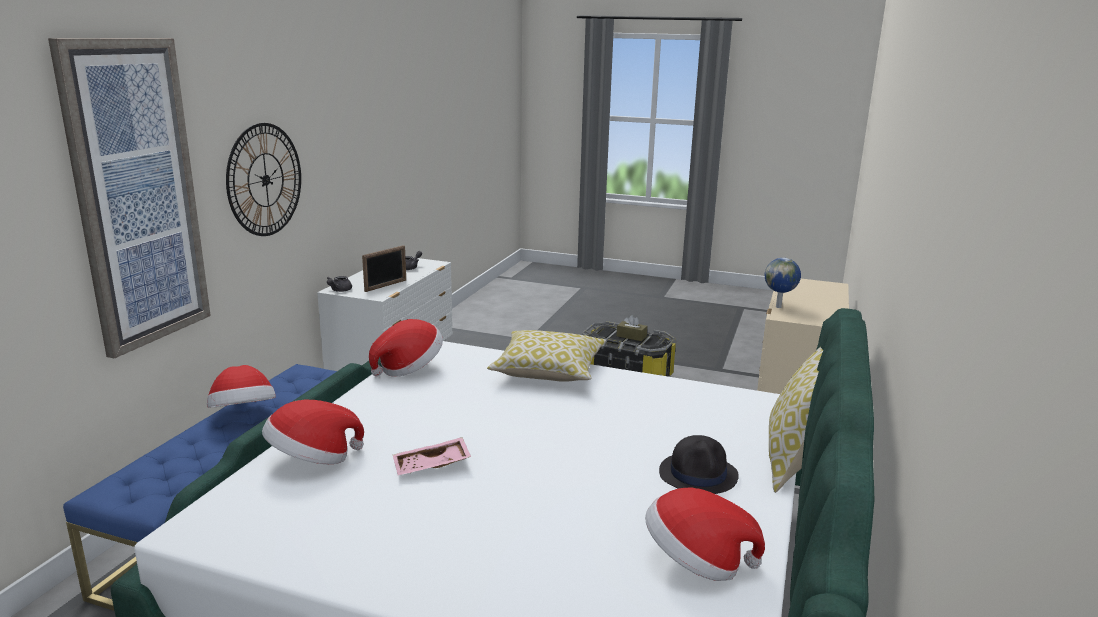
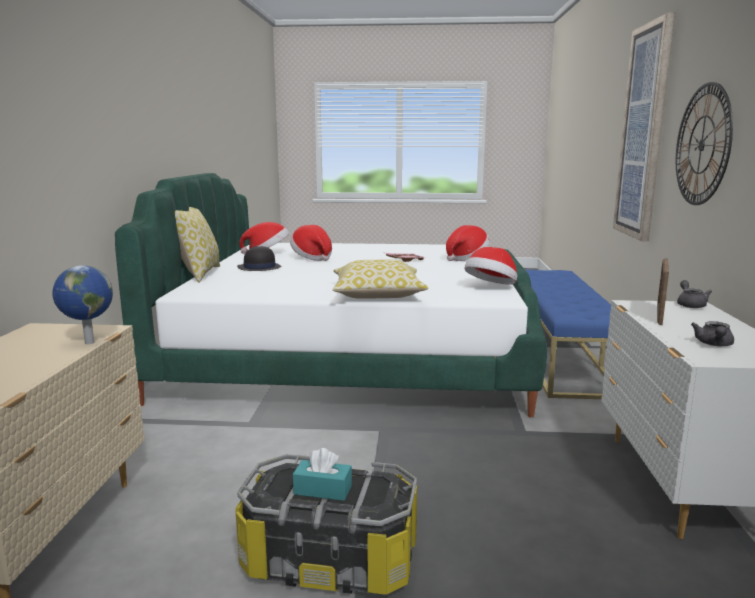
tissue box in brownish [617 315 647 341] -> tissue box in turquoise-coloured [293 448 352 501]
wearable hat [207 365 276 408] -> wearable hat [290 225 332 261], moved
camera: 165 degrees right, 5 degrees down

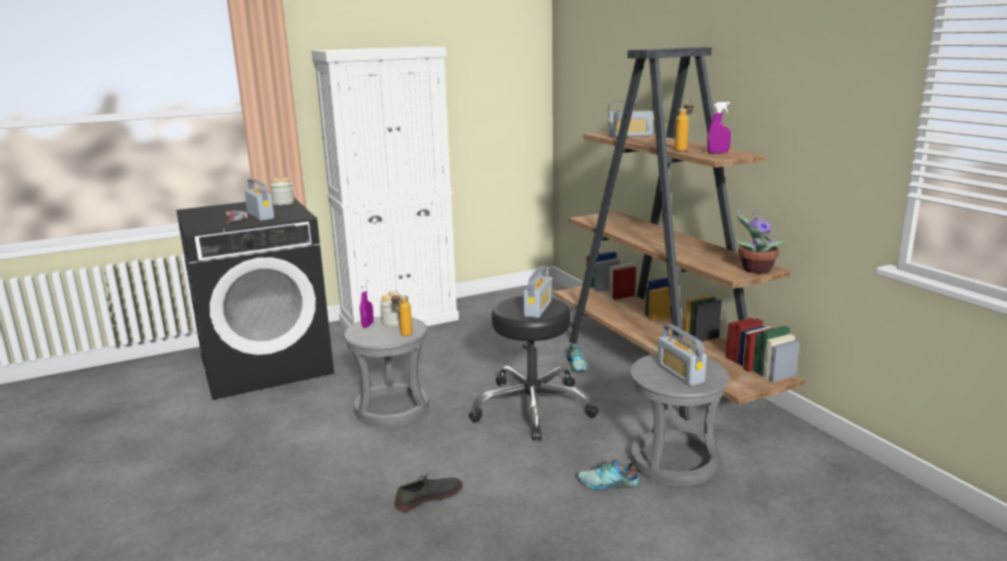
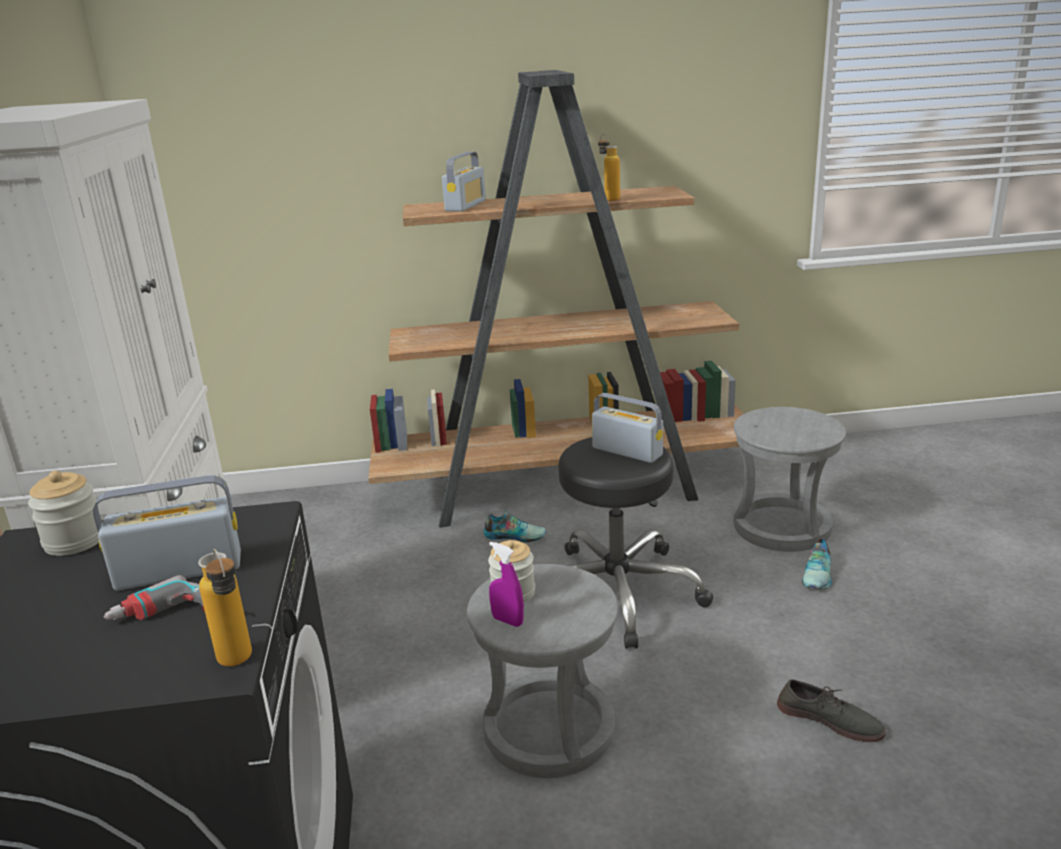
hand sprayer in purple [707 102 731 153] -> none
potted plant [734 209 786 274] -> none
beverage bottle [391 291 413 336] -> beverage bottle [198 549 252 666], moved
radio receiver [657 324 707 386] -> none
item of footwear in grey [395 473 463 512] -> item of footwear in grey [777 679 886 742], 135 degrees clockwise
camera: 70 degrees left, 5 degrees up

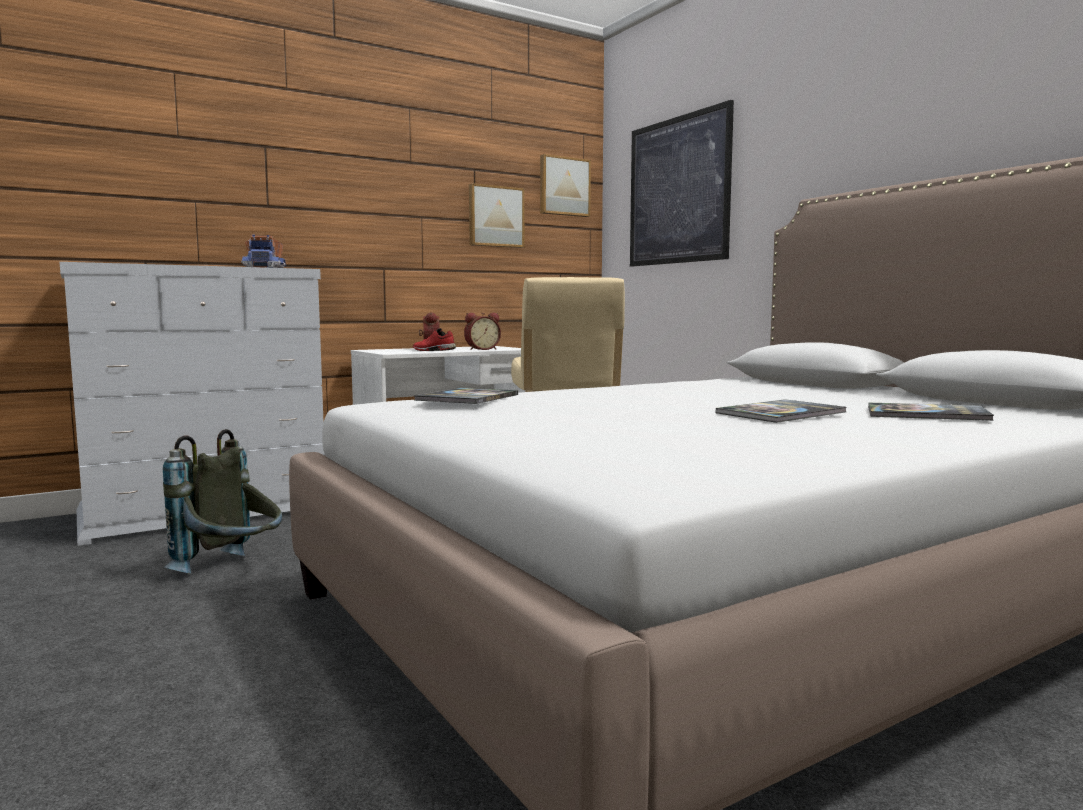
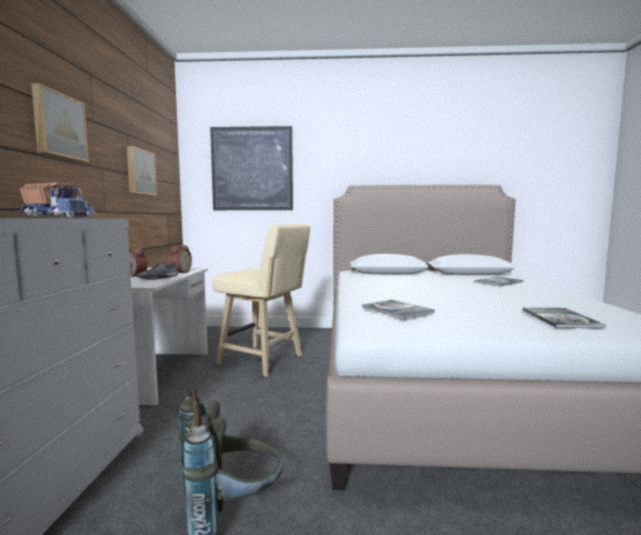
picture [540 154 591 217] -> picture [31 83 89 162], moved
item of footwear in red-coloured [413 328 456 351] -> item of footwear in grey [136 260 178 280]
bound book [716 399 846 423] -> bound book [523 308 606 328], moved
camera: 55 degrees left, 0 degrees up

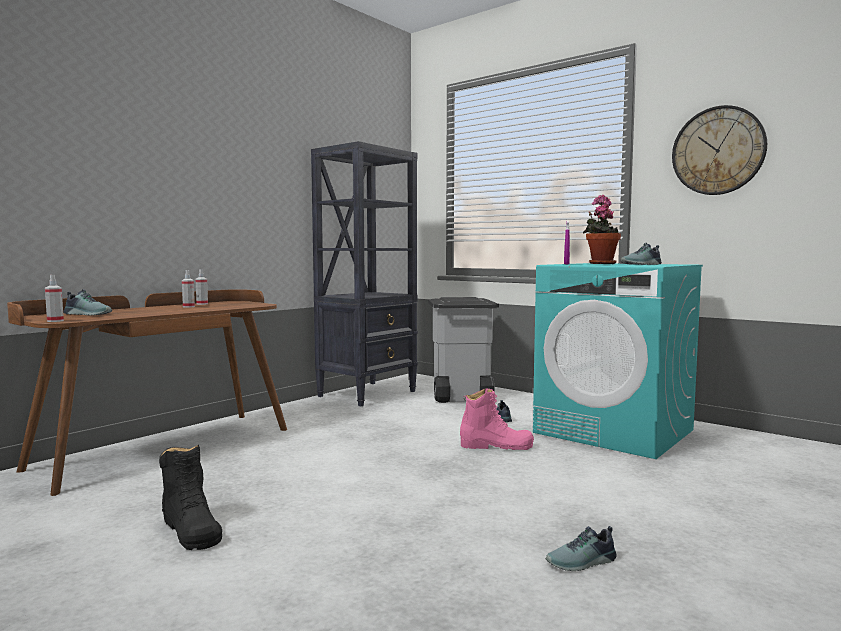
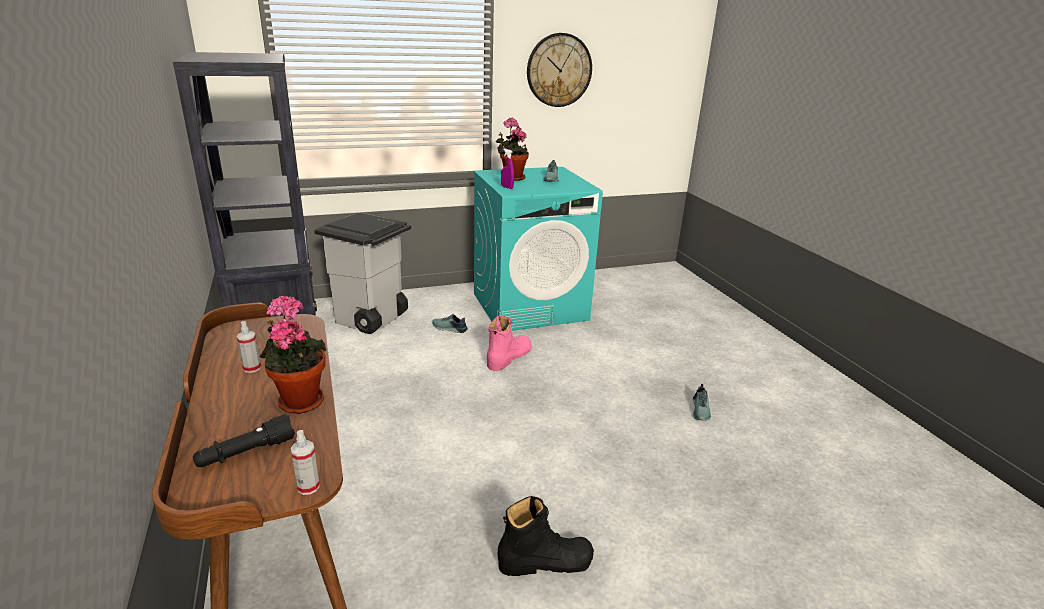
hand sprayer [196 269 208 305] -> none
item of footwear [64 289 112 315] -> flashlight in blackish [193 414 295 467]
none -> potted plant [259 296 327 414]
camera: 60 degrees left, 20 degrees up

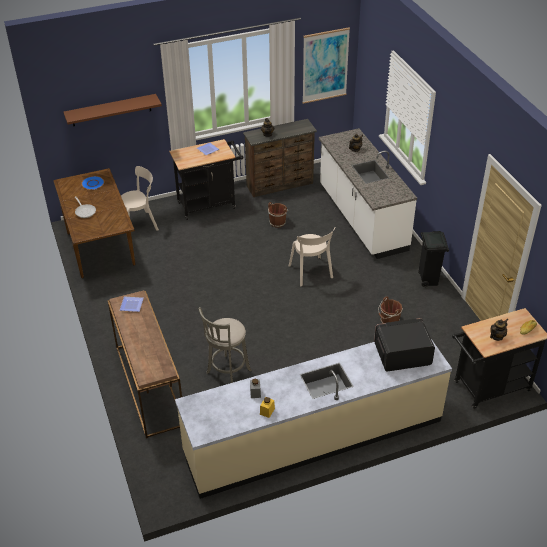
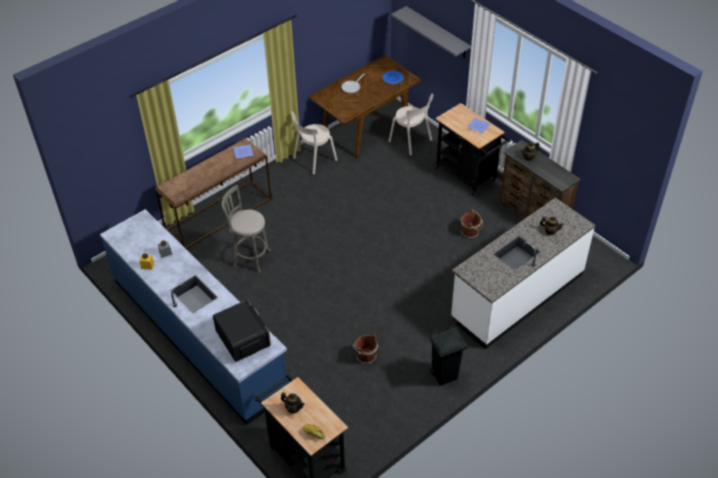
picture [302 27 350 104] -> none
shelf in brownish [63 94 162 127] -> shelf in grey [391 6 471 58]
plain chair in sand-coloured [289 228 335 286] -> plain chair in sand-coloured [291 111 337 174], moved
kitchen base unit in sand-coloured [175 339 452 499] -> kitchen base unit in blue [100 209 287 425]
camera: 70 degrees right, 5 degrees up

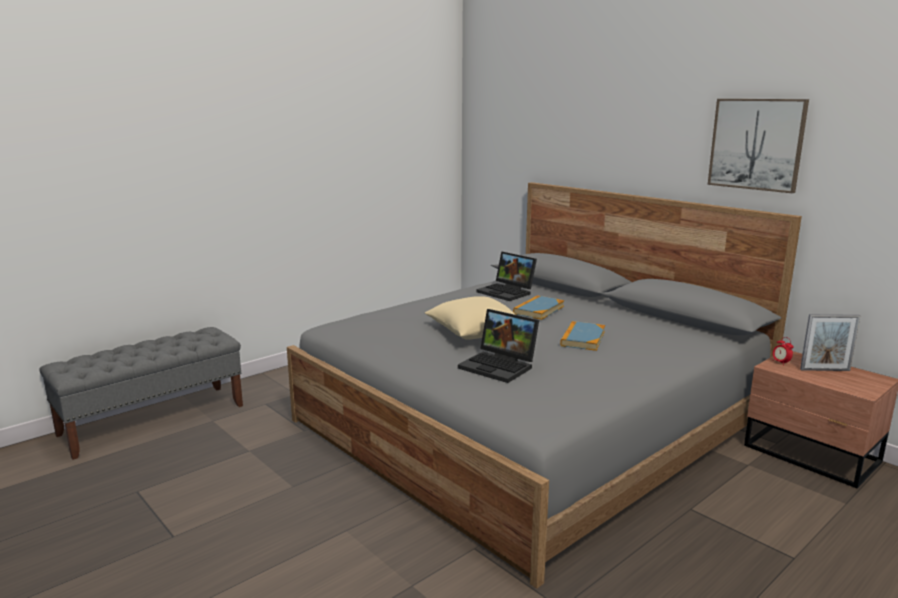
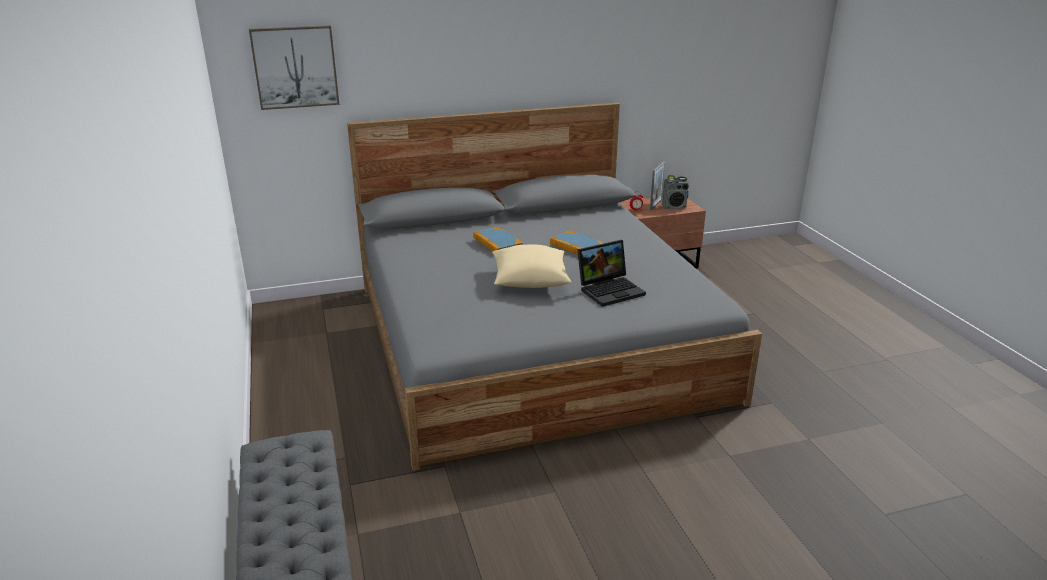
picture [708 99 809 193] -> picture [249 25 340 110], moved
portable computer [476 252 537 301] -> none
none -> radio receiver [662 175 689 209]
camera: 65 degrees left, 10 degrees up

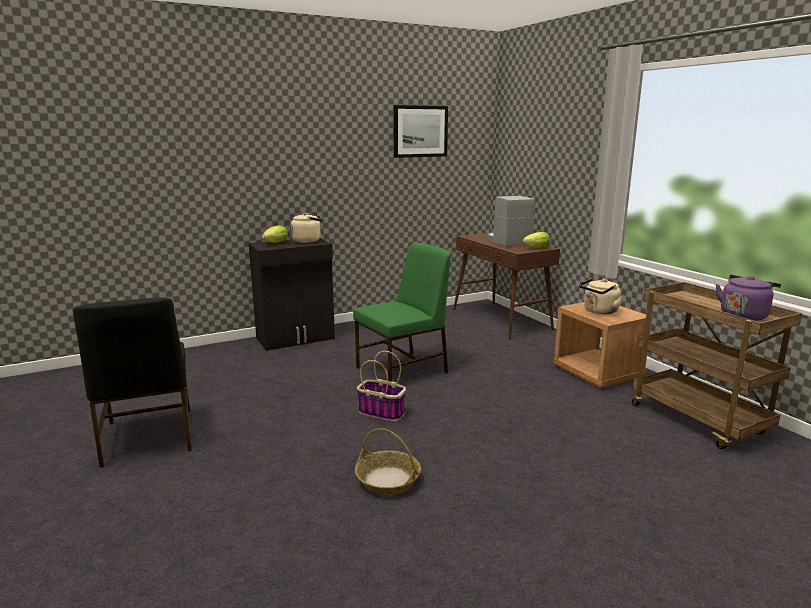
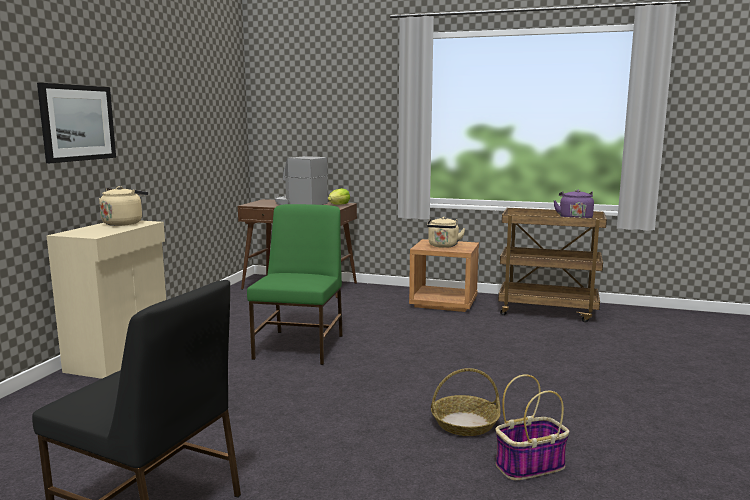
picture [393 105 448 158] -> picture [37 83 116 163], moved
lettuce head [262 225 288 243] -> none
cupboard in blackish [249 238 335 351] -> cupboard in sand-coloured [46 220 166 379]
household basket [357 351 406 421] -> household basket [496 374 570 480], moved
camera: 45 degrees left, 5 degrees down

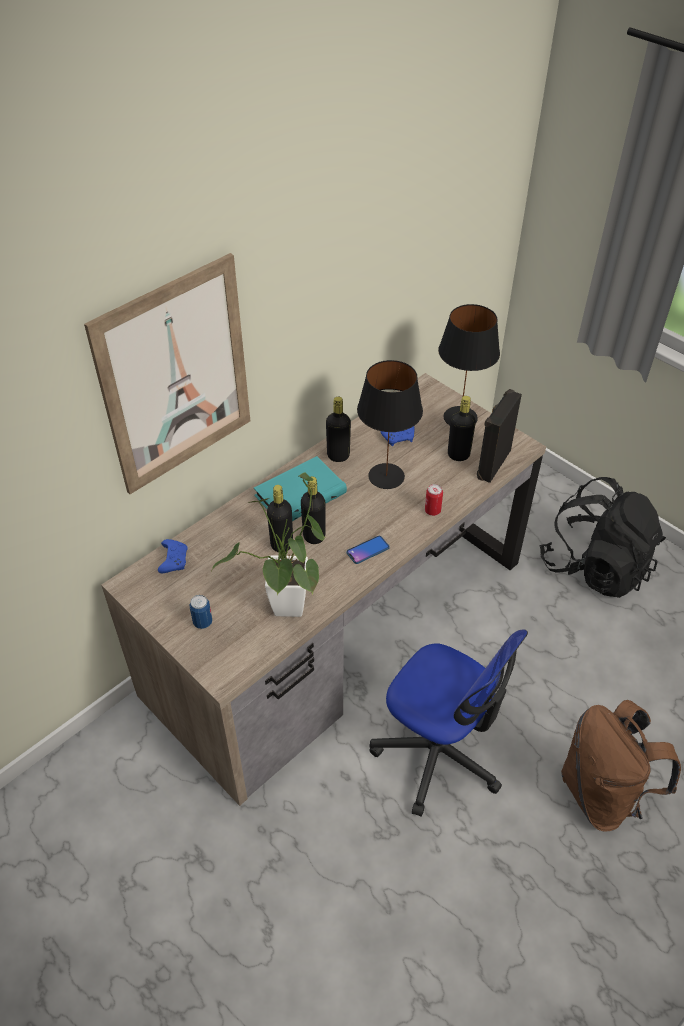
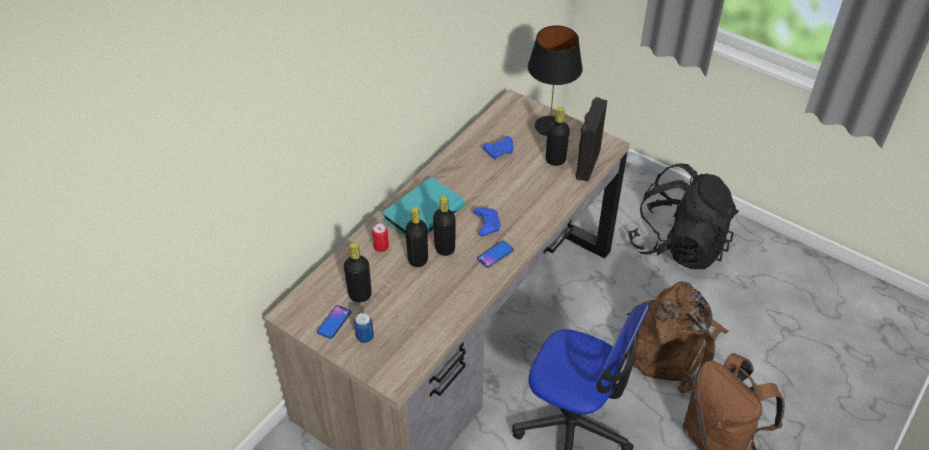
picture [84 253 250 494] -> none
table lamp in blackish [357 360 423 489] -> none
beverage bottle in blackish [326 397 351 462] -> beverage bottle in blackish [344 243 372 302], moved
potted plant [212 472 325 617] -> none
metal can [425 484 443 516] -> metal can [372 223 389 252], moved
joypad in blue [158 539 188 573] -> joypad in blue [473 208 501 236], moved
none -> knapsack in brownish [627 281 729 393]
none -> telephone [317 305 351 339]
camera: 10 degrees left, 0 degrees up

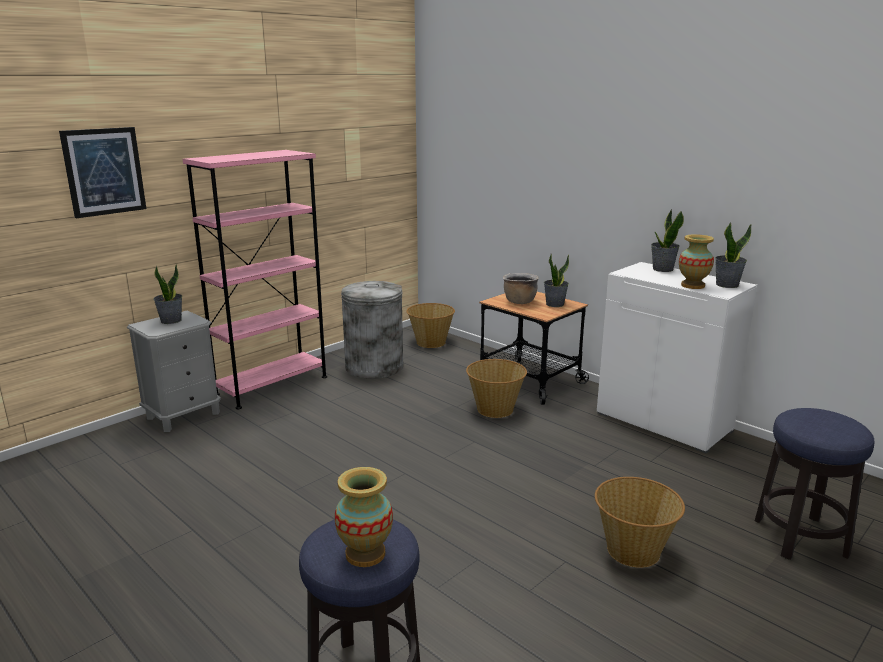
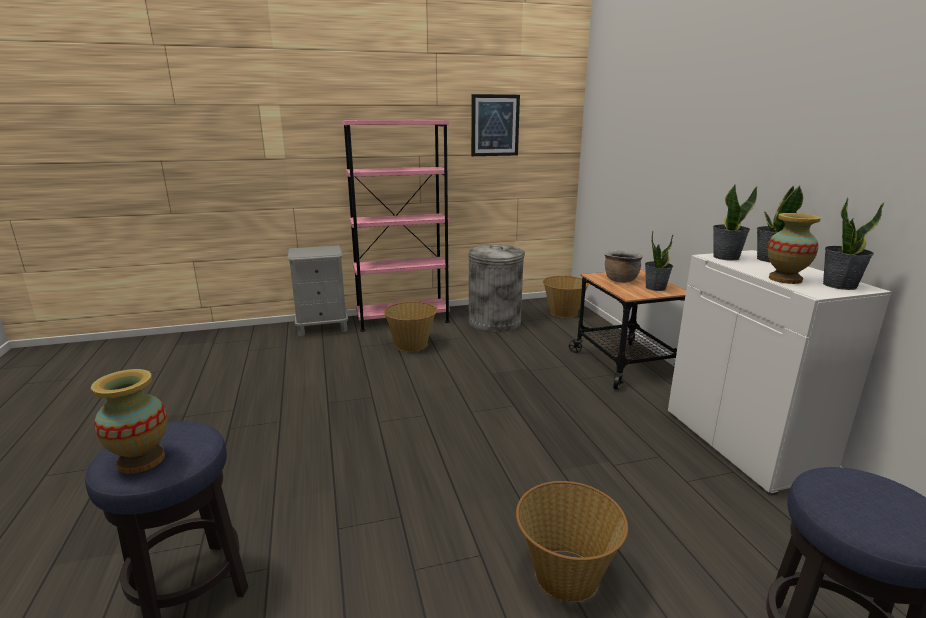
picture [59 127 146 218] -> picture [471 94 520 156], moved
potted plant [153 264 182 324] -> potted plant [713 184 758 261], moved
household basket [466 359 527 418] -> household basket [384 301 438 352], moved
camera: 30 degrees right, 0 degrees up

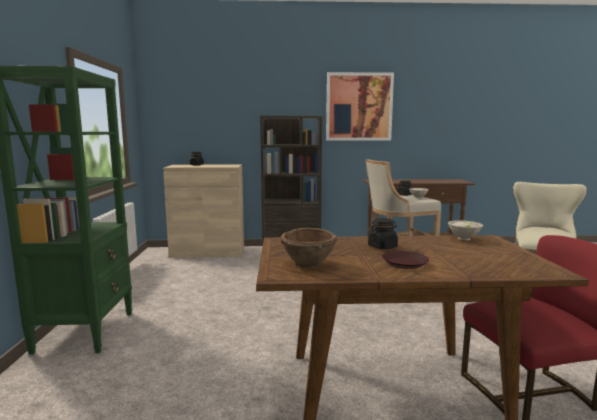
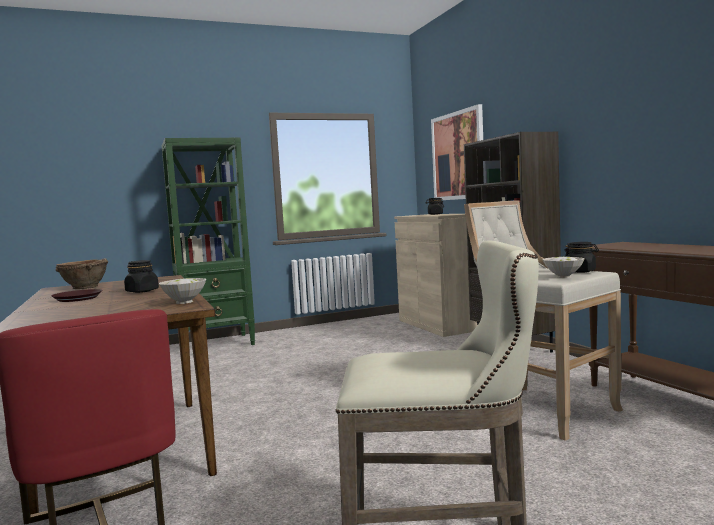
picture [326 72 394 141] -> picture [431 104 483 200], moved
camera: 70 degrees right, 5 degrees down

